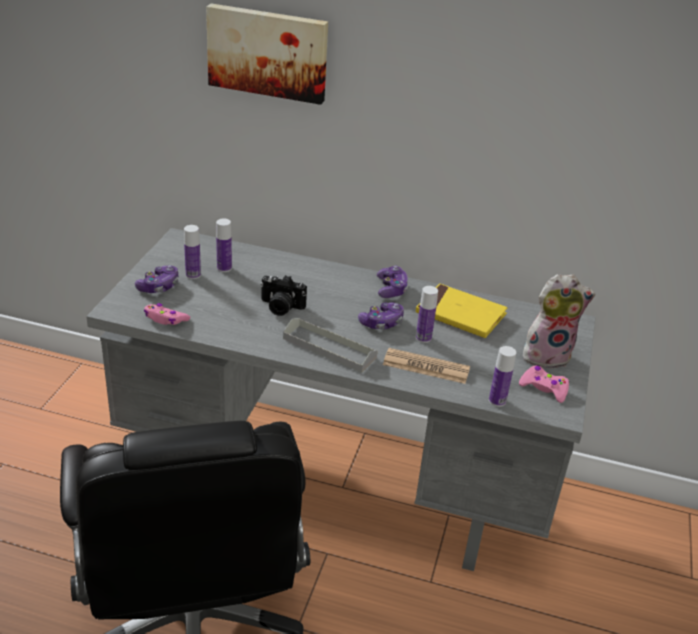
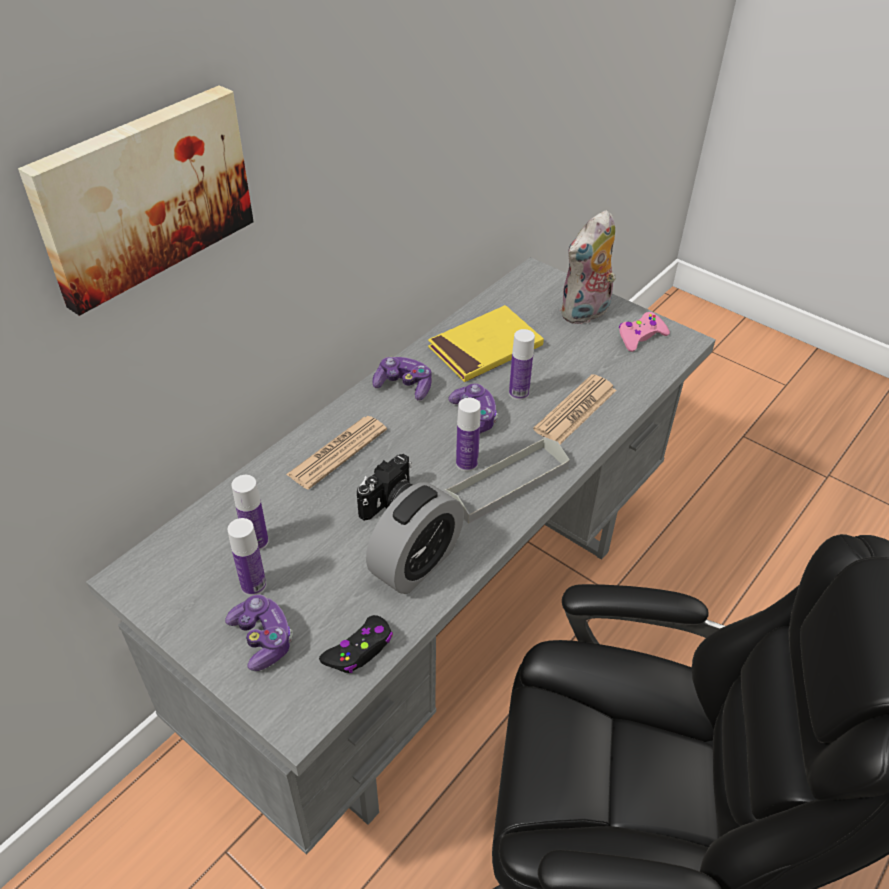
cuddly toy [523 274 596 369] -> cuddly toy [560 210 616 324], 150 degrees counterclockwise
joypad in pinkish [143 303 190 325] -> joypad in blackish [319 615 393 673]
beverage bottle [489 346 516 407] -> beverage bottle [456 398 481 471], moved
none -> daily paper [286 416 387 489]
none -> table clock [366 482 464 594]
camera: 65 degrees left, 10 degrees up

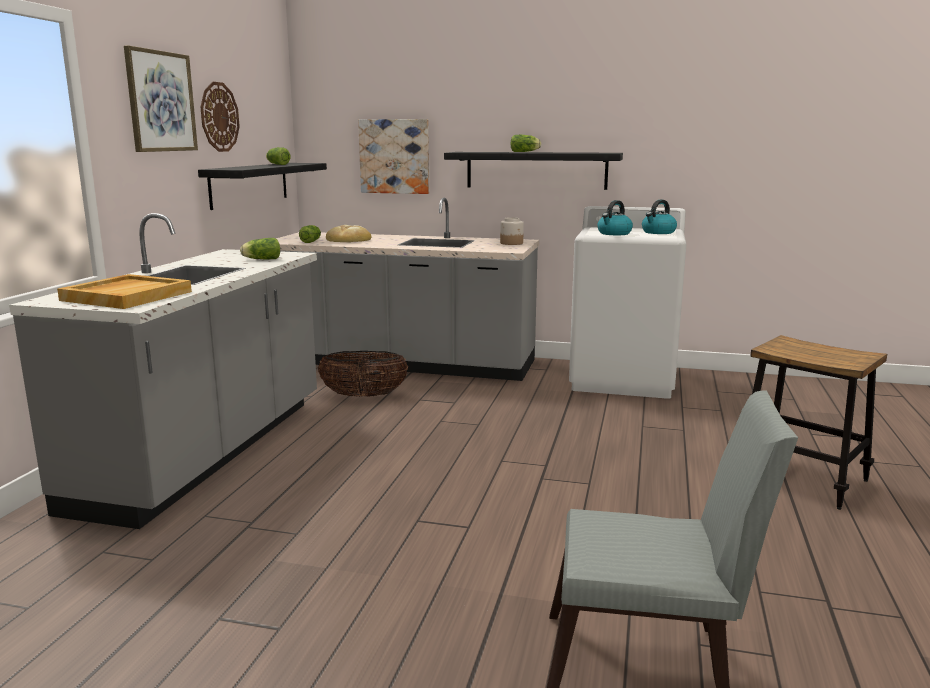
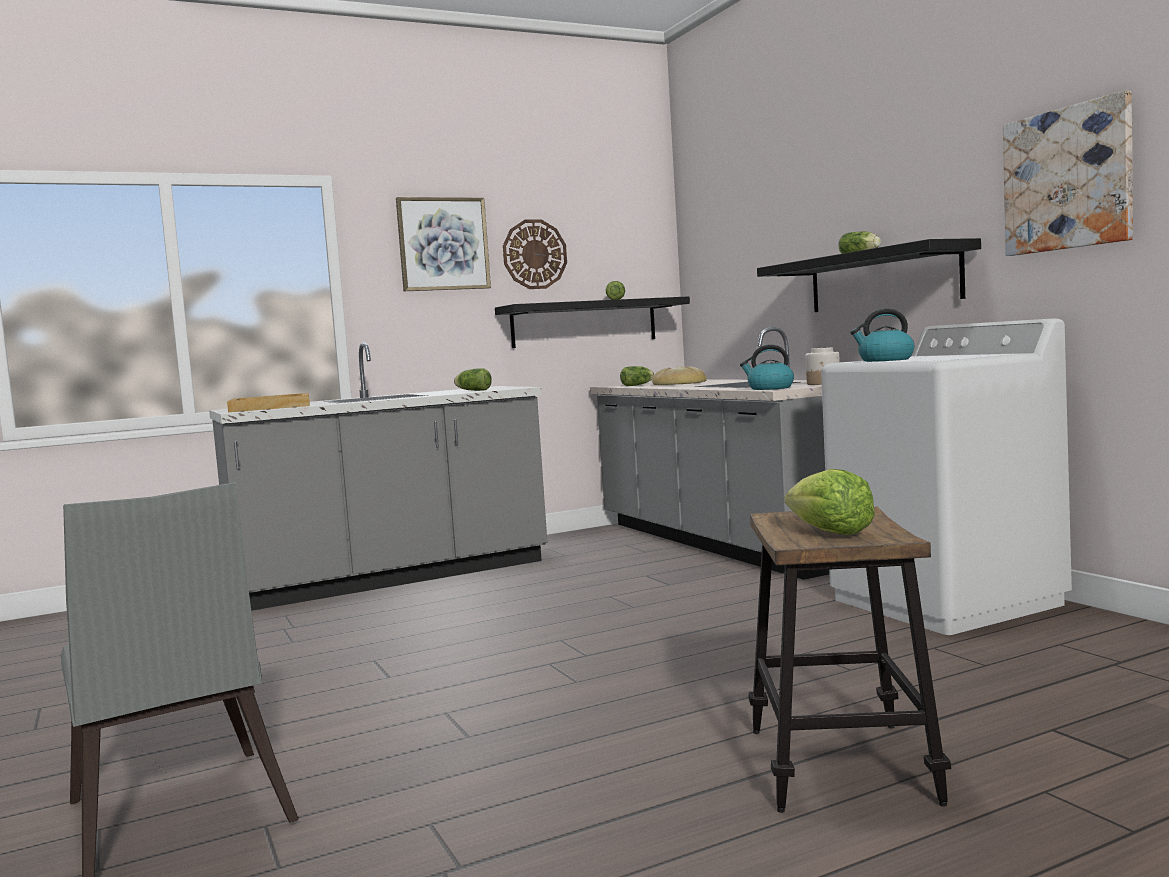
picture [358 119 429 194] -> picture [1003 91 1133 256], moved
water kettle [642 200 677 234] -> water kettle [740 345 794 390], moved
household basket [318 351 408 397] -> none
none -> lettuce head [785 469 875 535]
camera: 50 degrees right, 10 degrees down

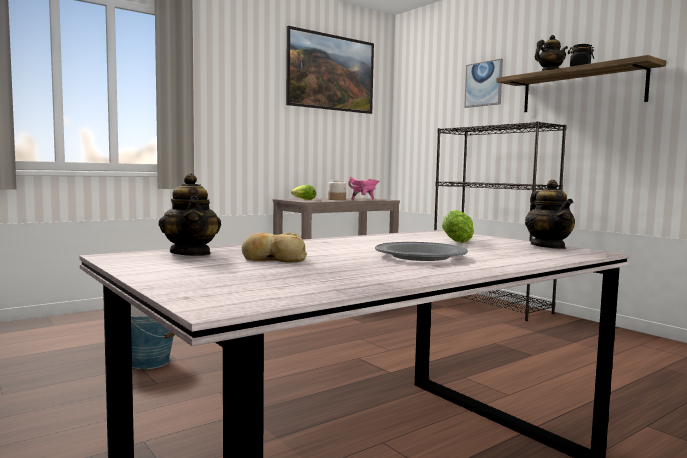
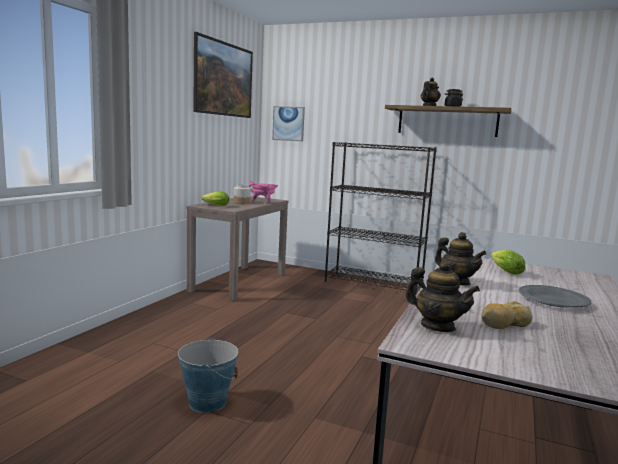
picture [464 59 503 108] -> picture [272 106 305 142], moved
tea pot [525 180 575 249] -> tea pot [435 232 486 286], moved
camera: 30 degrees left, 5 degrees up

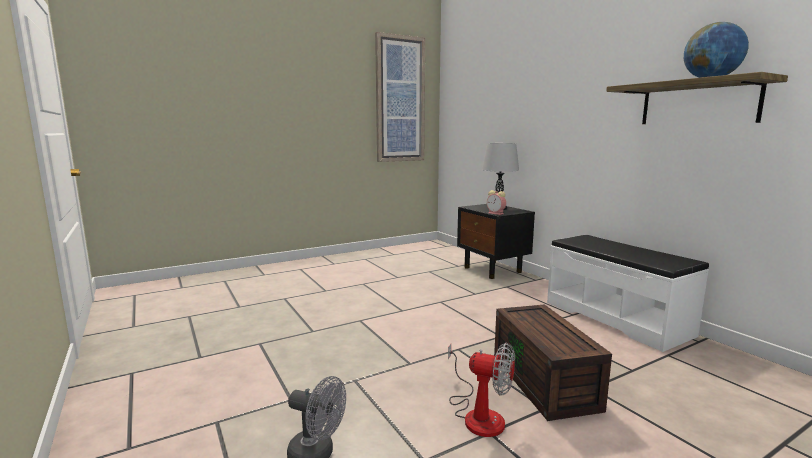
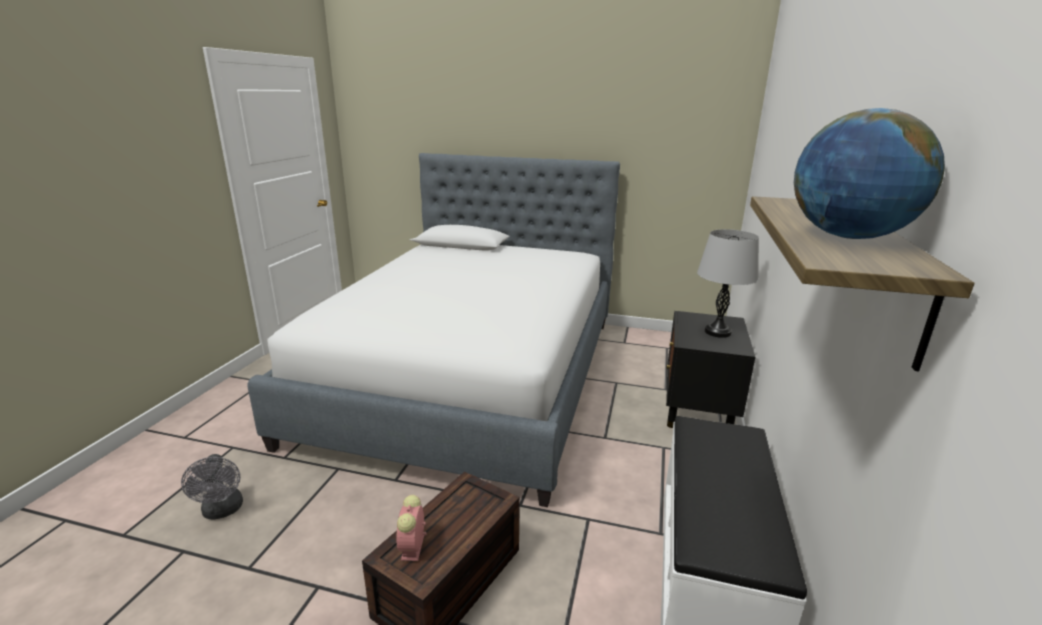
picture [375 32 425 162] -> none
table clock [487 190 506 215] -> table clock [396 495 426 561], moved
cooling fan [448 343 515 437] -> none
none -> sleeping bed [248 153 620 507]
camera: 45 degrees right, 10 degrees up

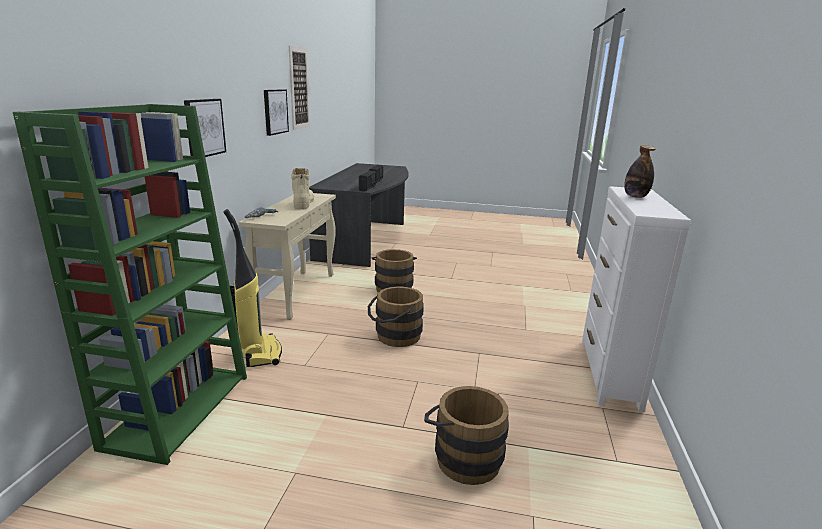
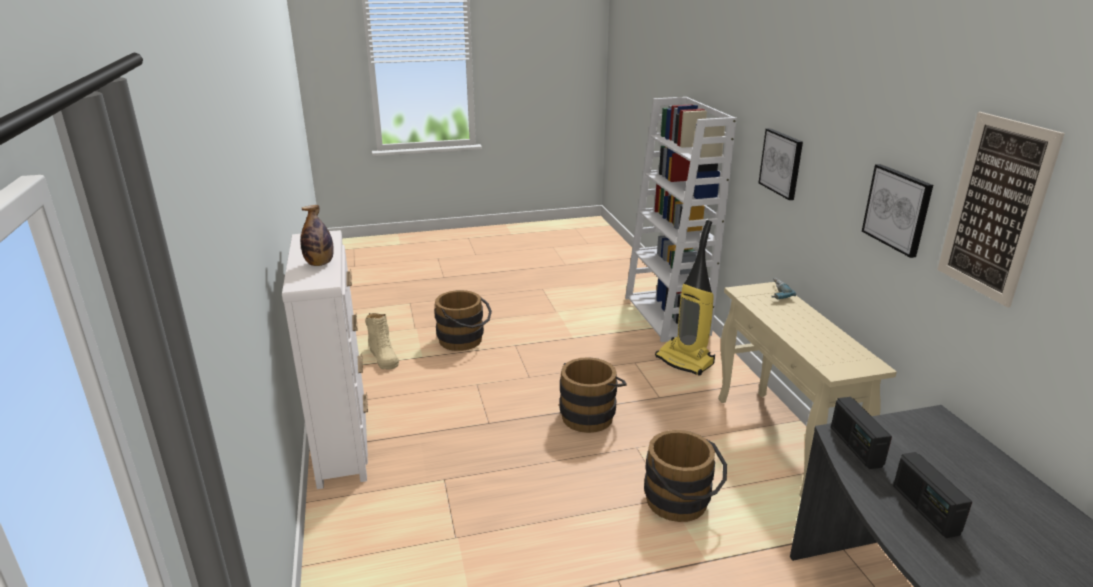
bookcase in greenish [13 104 247 465] -> bookcase in whitish [625 97 737 342]
boot in sand-coloured [291 168 314 210] -> boot in sand-coloured [365 313 399 370], moved
camera: 155 degrees right, 5 degrees up

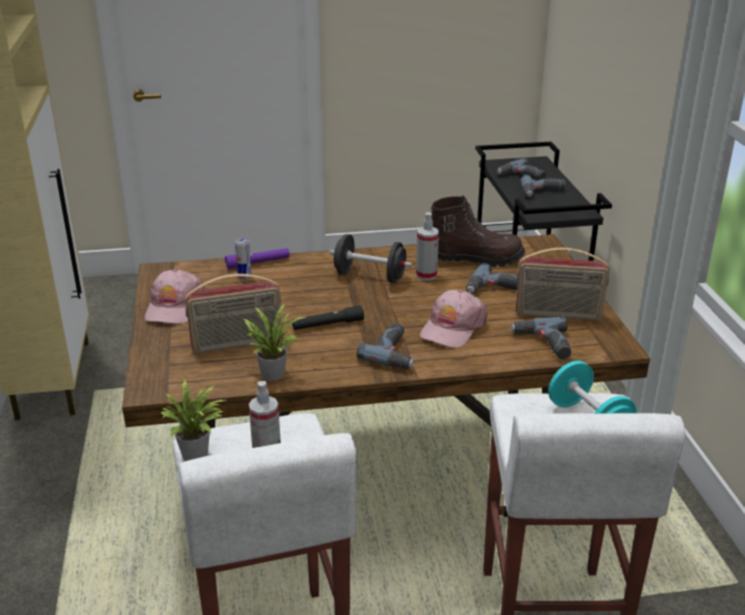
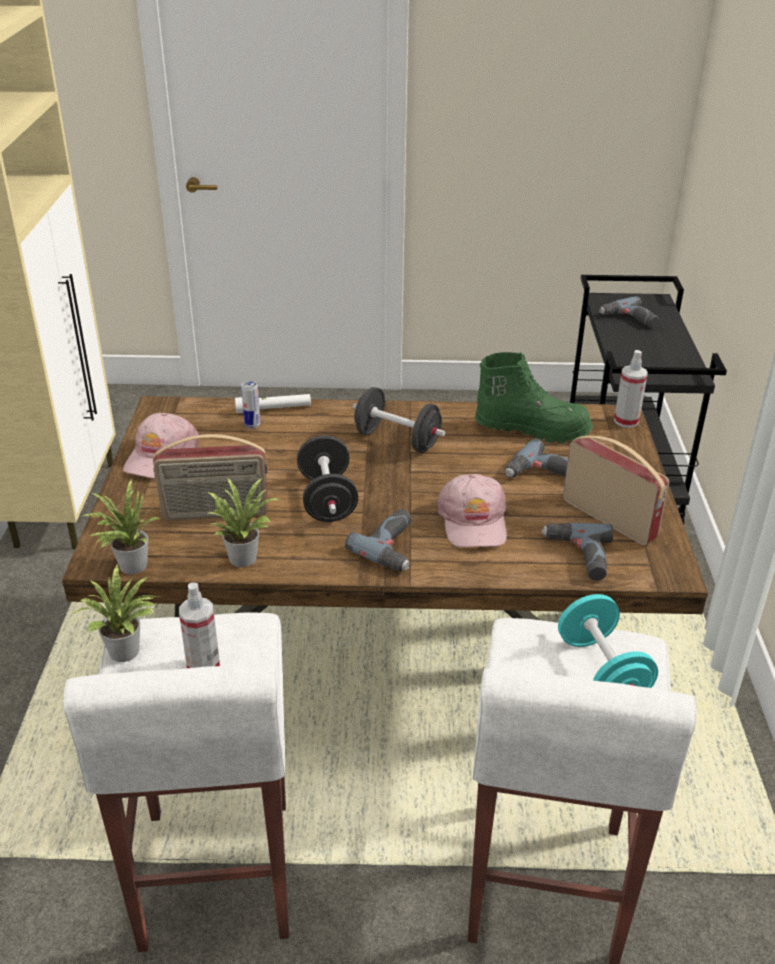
electric drill [521 174 565 197] -> none
boot in brownish [431 195 525 267] -> boot in greenish [475 352 593 444]
hand sprayer [416 212 439 280] -> hand sprayer [614 350 648 428], moved
flashlight in purple [225 248 290 269] -> flashlight in whitish [235 394 311 413]
radio receiver [516 248 610 321] -> radio receiver [563 436 669 545], 150 degrees counterclockwise
baseball cap in pinkish [420 290 488 348] -> baseball cap in pinkish [437 474 507 548], 45 degrees counterclockwise
flashlight in blackish [292 305 364 330] -> free weight in blackish [297 435 358 522]
none -> potted plant [83 479 161 574]
camera: 10 degrees right, 5 degrees up

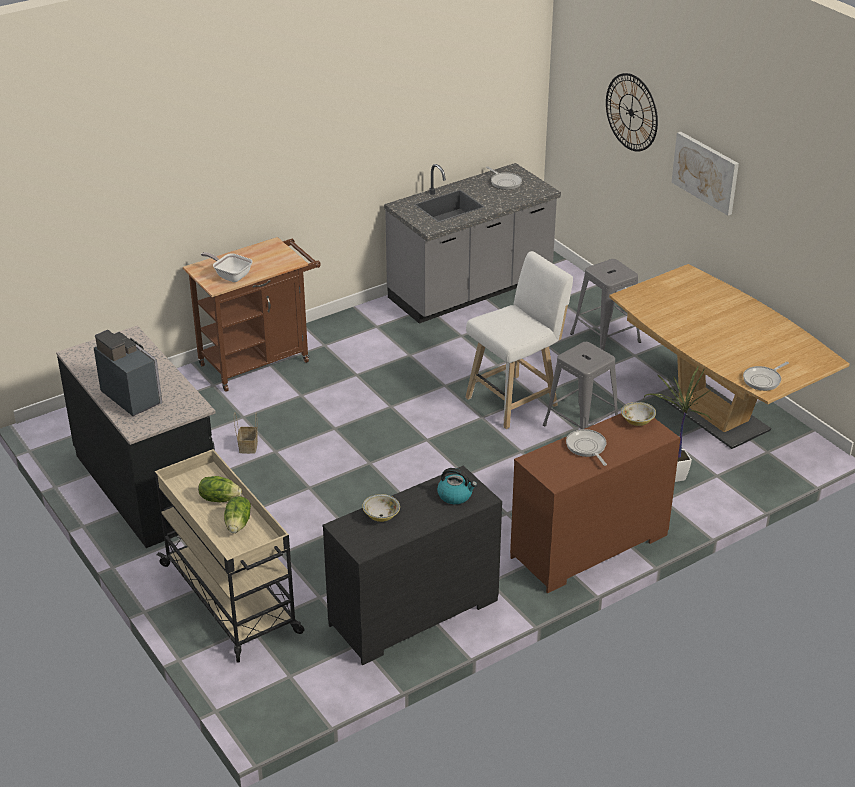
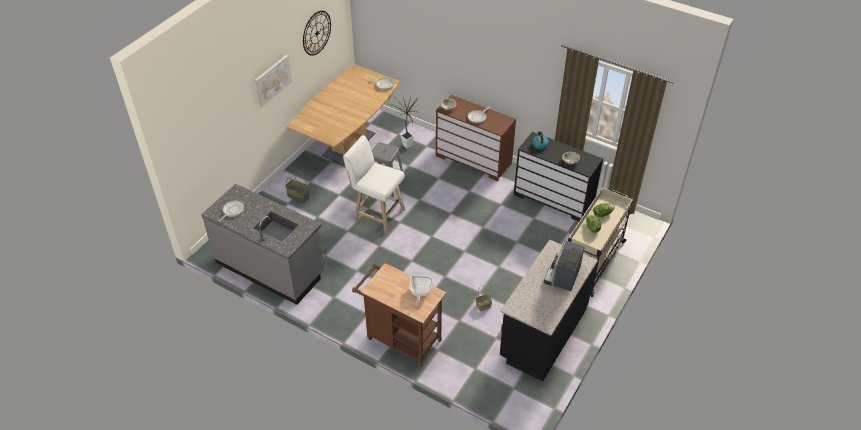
hanging clock [606 73 658 152] -> hanging clock [303 11 331 56], moved
stool in grey [570 259 641 350] -> household basket [285 171 309 203]
camera: 115 degrees left, 10 degrees up

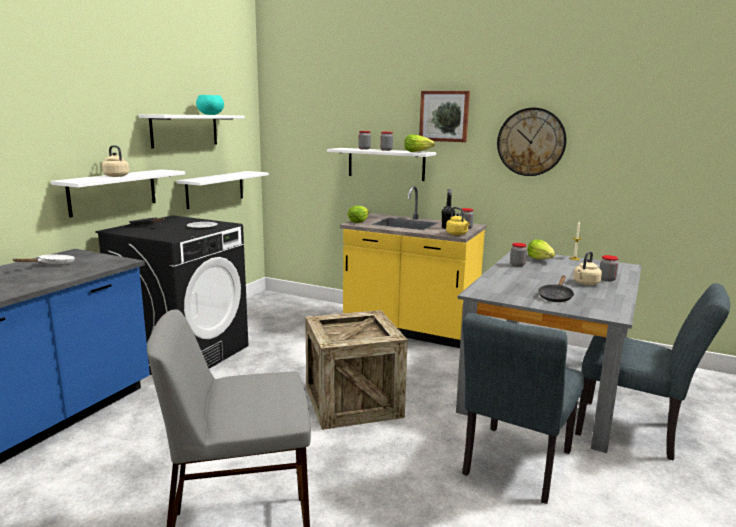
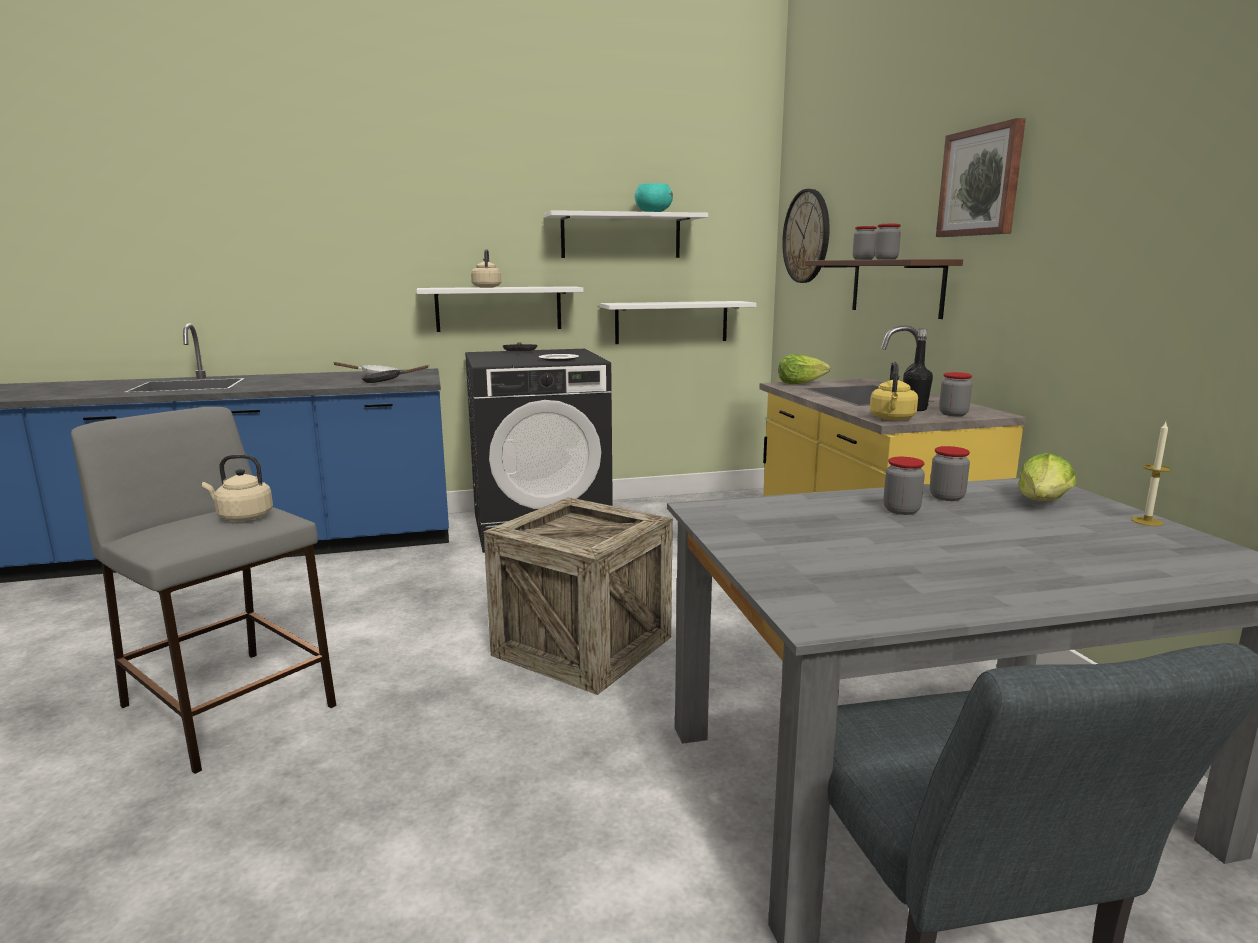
hanging clock [497 107 567 176] -> hanging clock [782 189 830 283], moved
lettuce head [404 134 435 152] -> none
shelf in whitish [327 148 436 181] -> shelf in brownish [805 259 963 319]
water kettle in sand-coloured [573 251 602 285] -> water kettle in sand-coloured [202 454 273 521], moved
preserve jar [600 255 619 281] -> preserve jar [883 457 925 515], moved
skillet in blackish [538 276 574 302] -> skillet in blackish [361 365 429 383], moved
plain chair in grey [462 313 584 504] -> none
camera: 50 degrees right, 0 degrees up

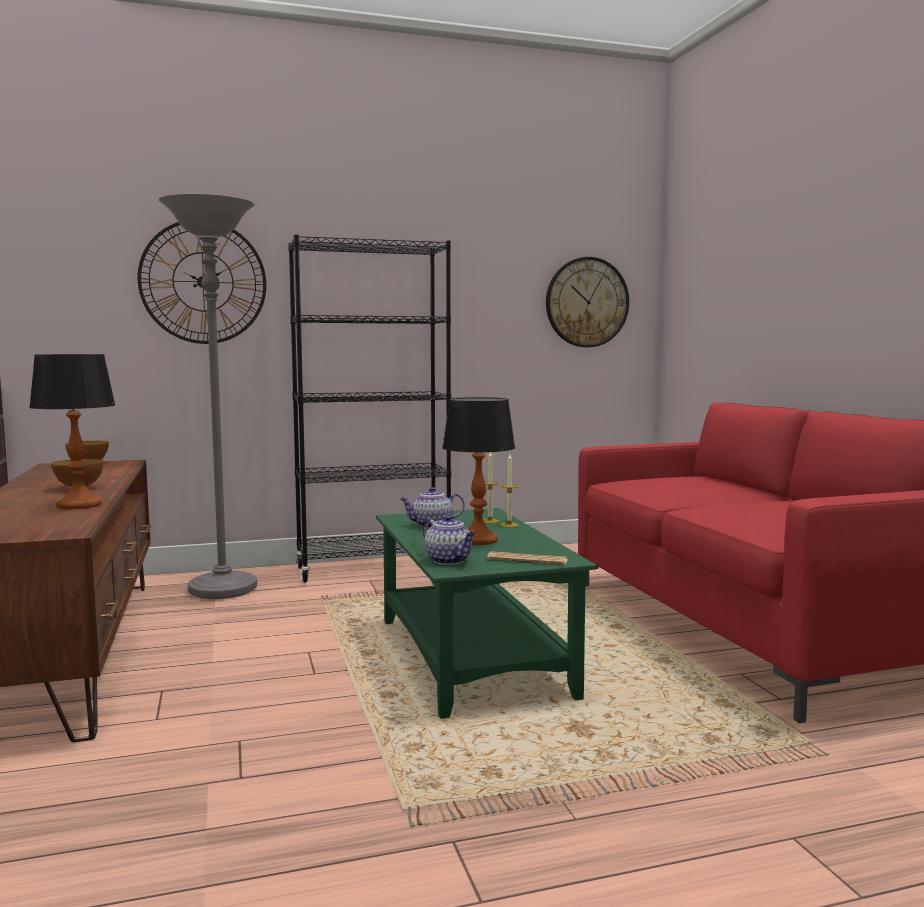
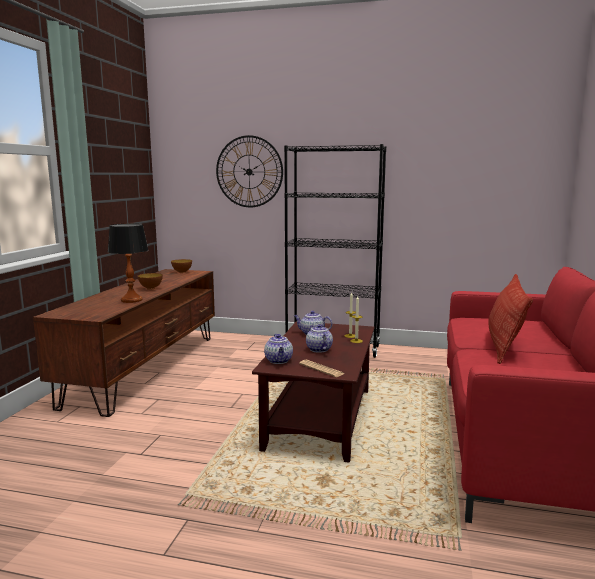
standing lamp in grey [158 194 257 599] -> none
hanging clock [546 257 629 347] -> none
table lamp [442 397 516 545] -> tea pot [306 324 333 353]
low table in greenish [376 508 597 719] -> low table in brownish [252 321 375 463]
none -> pillow [488 274 533 364]
camera: 30 degrees right, 5 degrees up

